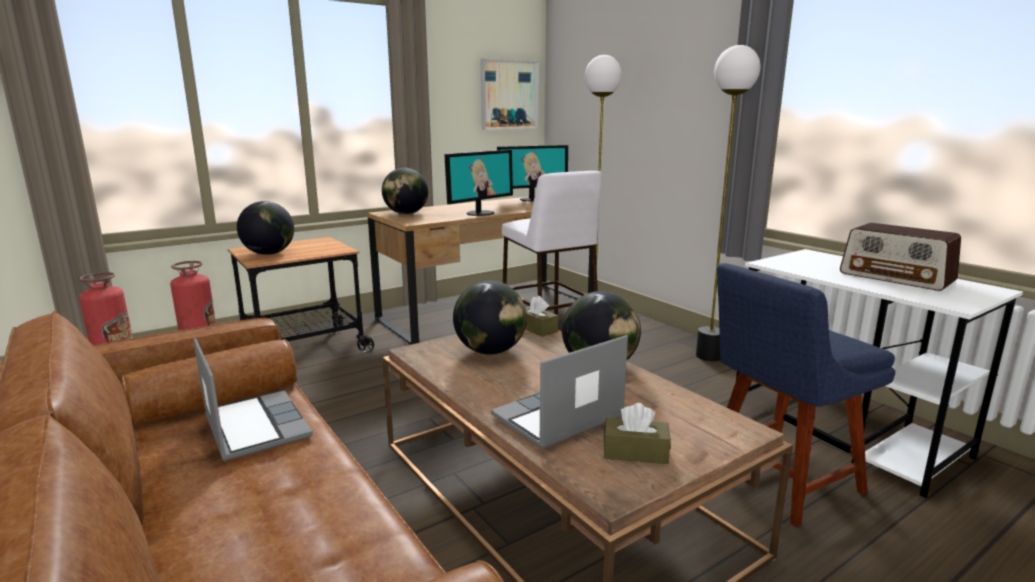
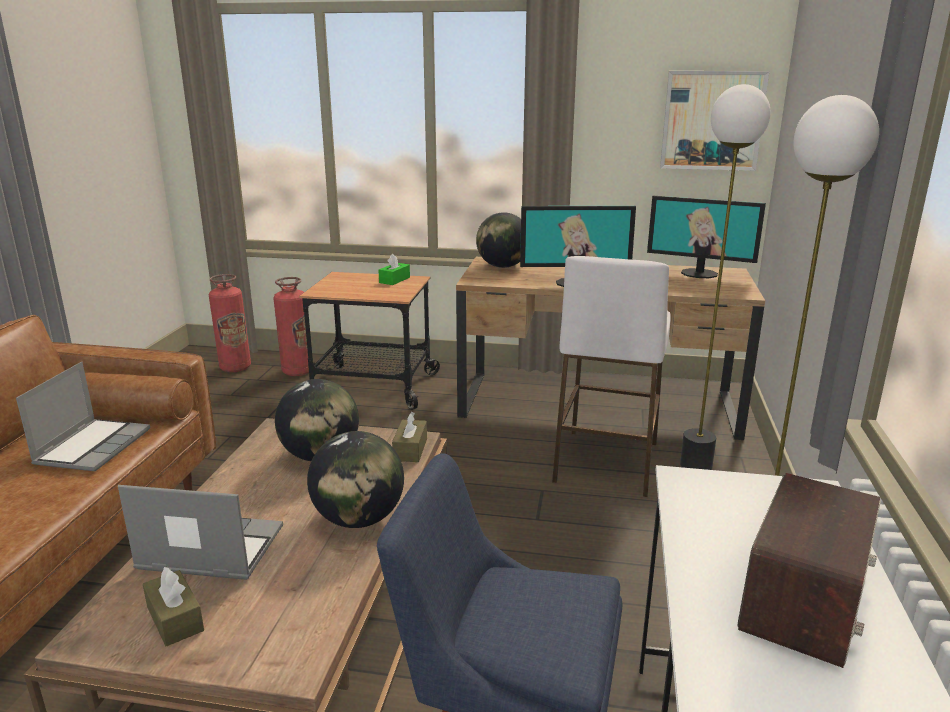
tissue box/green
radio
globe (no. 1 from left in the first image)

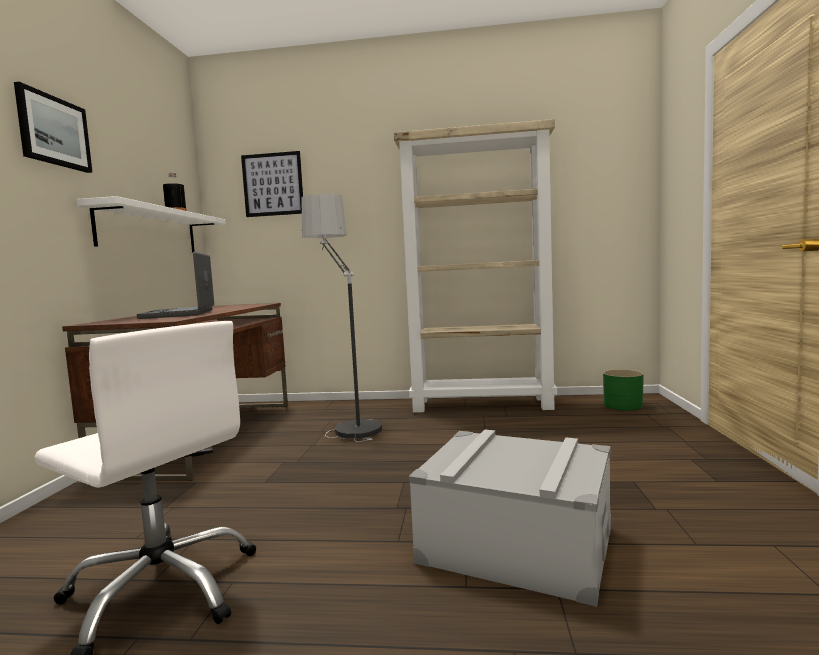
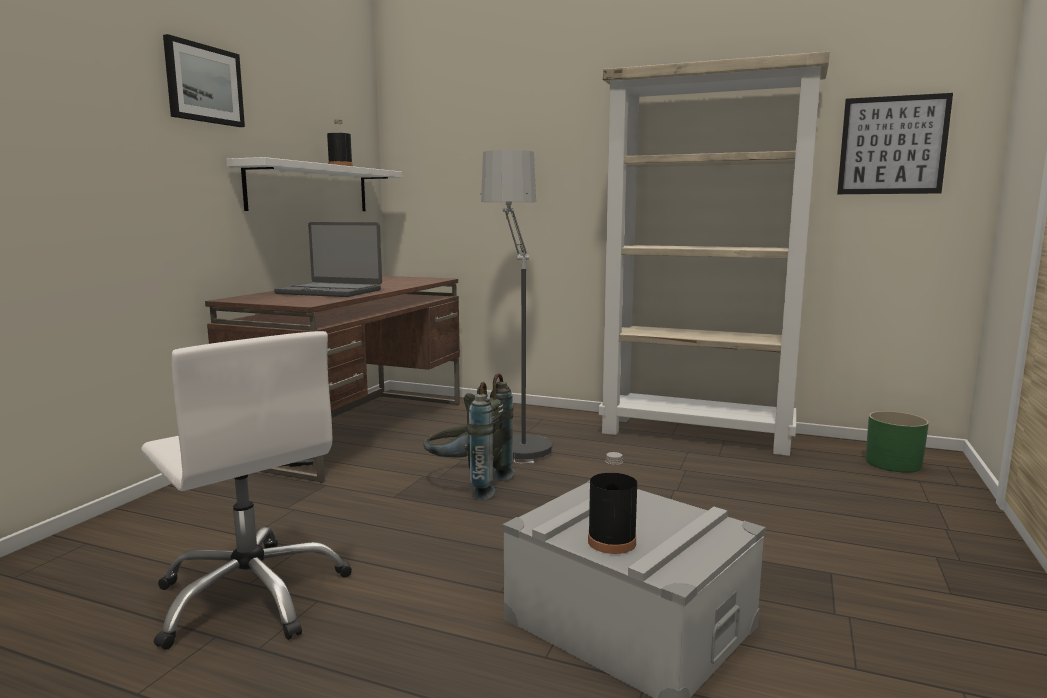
laptop
backpack/grey
bottle/black (no. 2 from left)
picture (no. 2 from left)

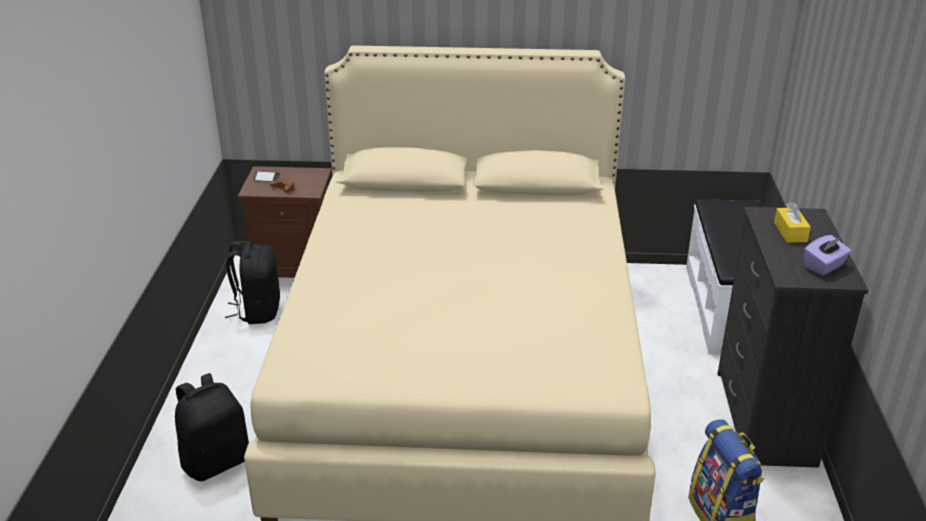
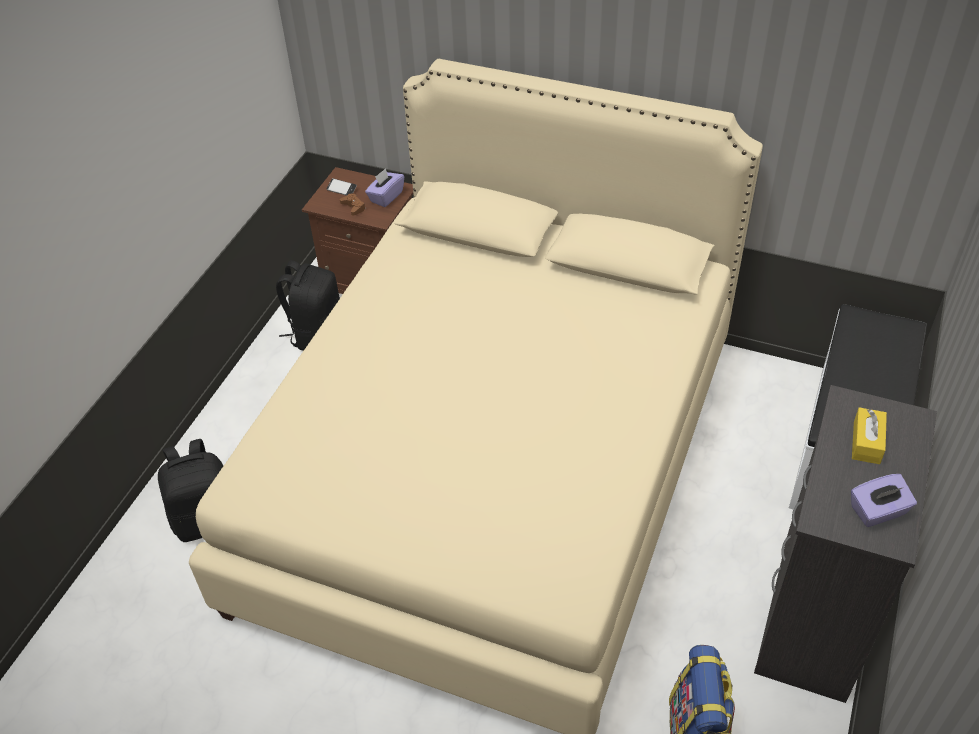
tissue box/purple (no. 1 from left)

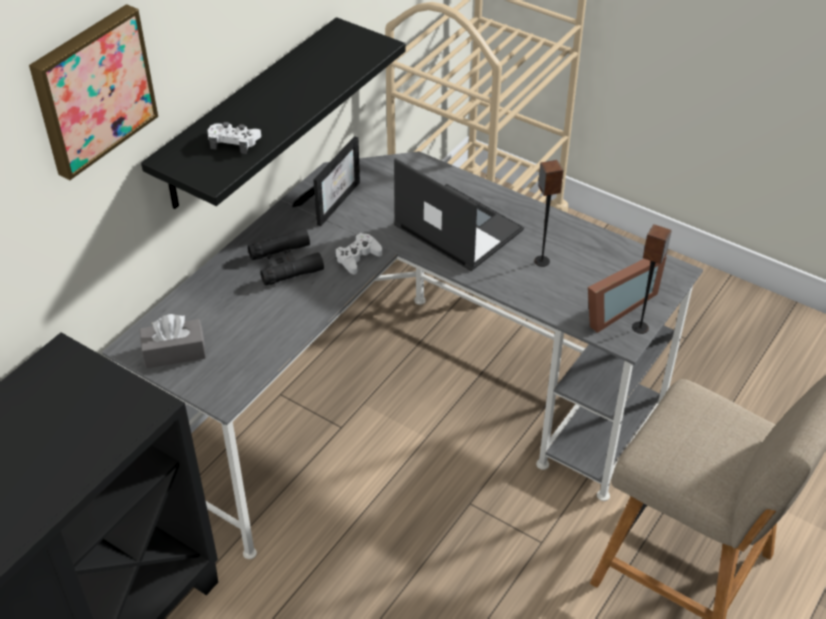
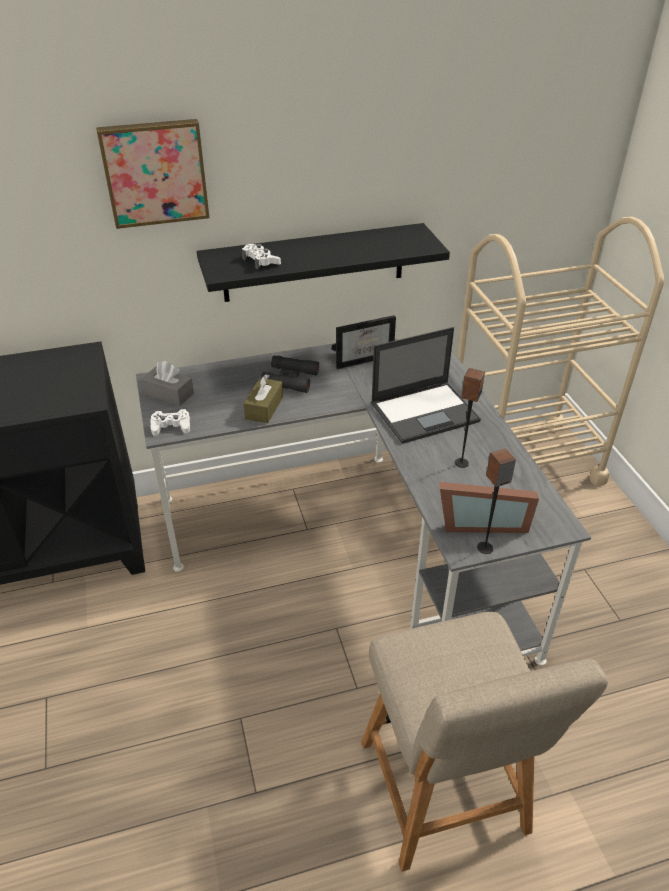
game controller/white (no. 1 from left)
tissue box/brown
laptop

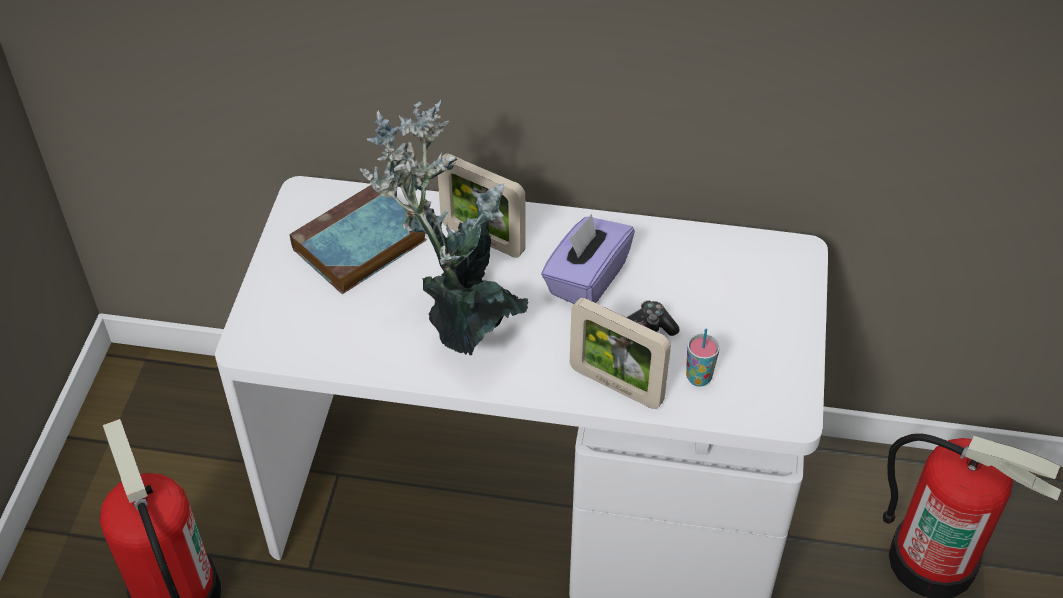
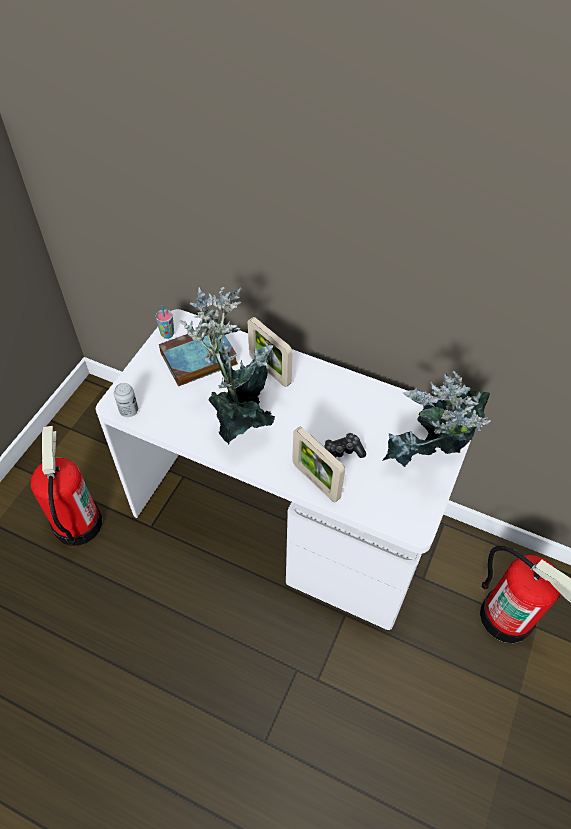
can
cup
potted plant (no. 2 from left)
tissue box/purple

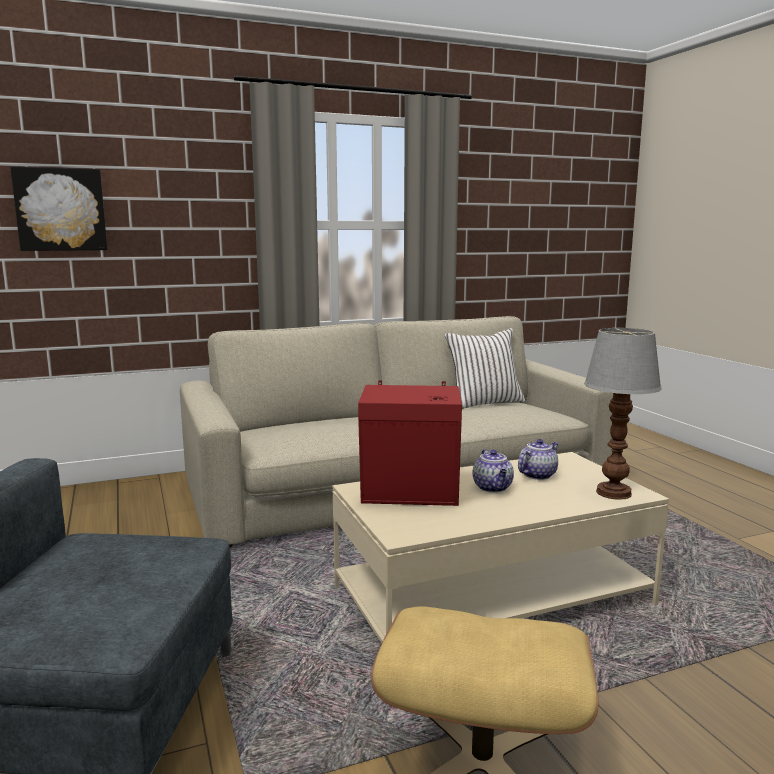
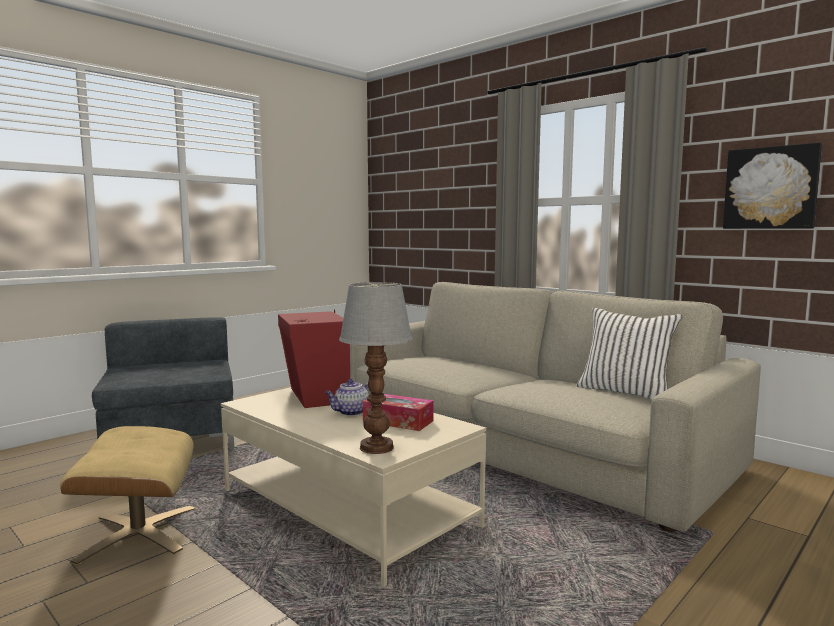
tissue box
picture

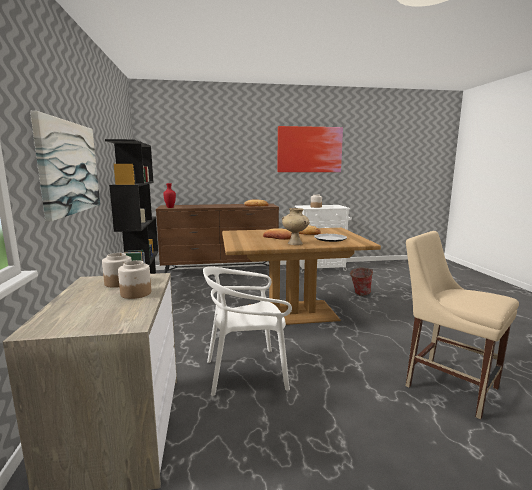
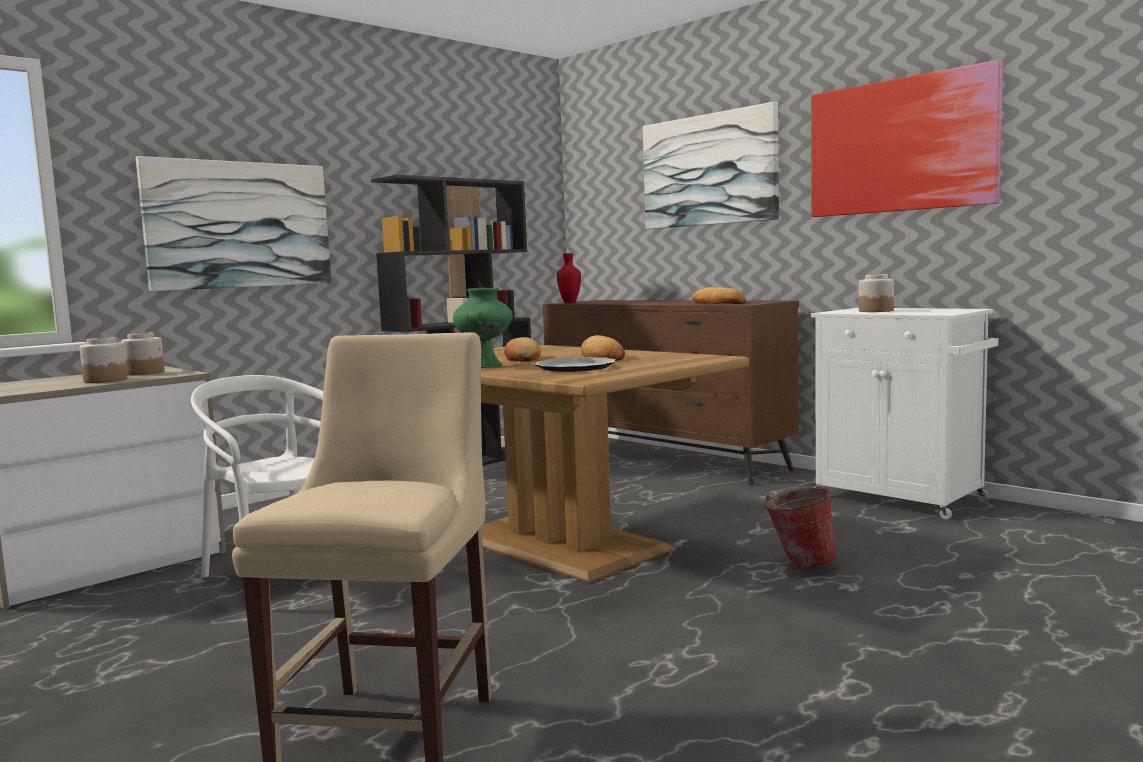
vase/green
picture (no. 2 from left)

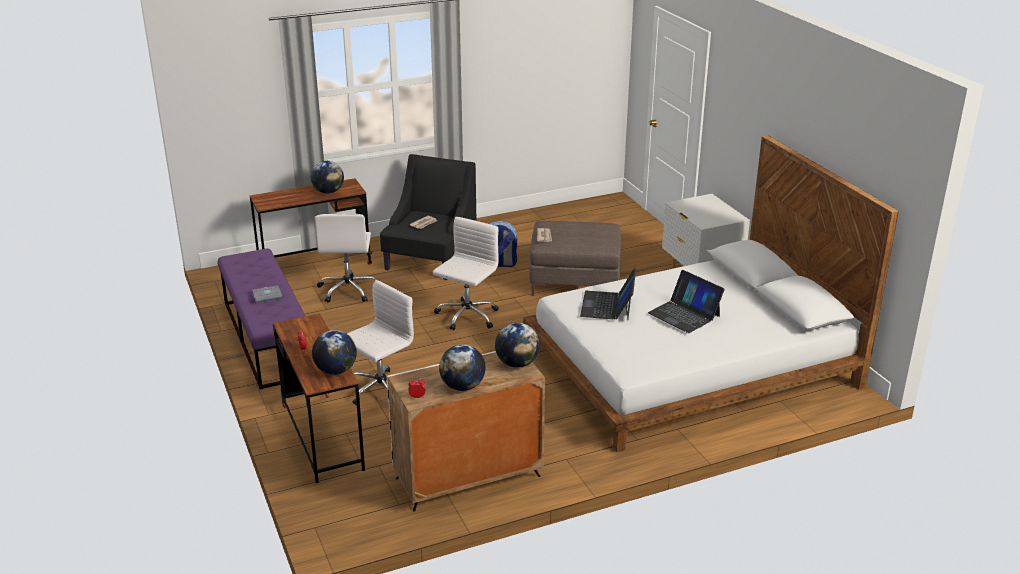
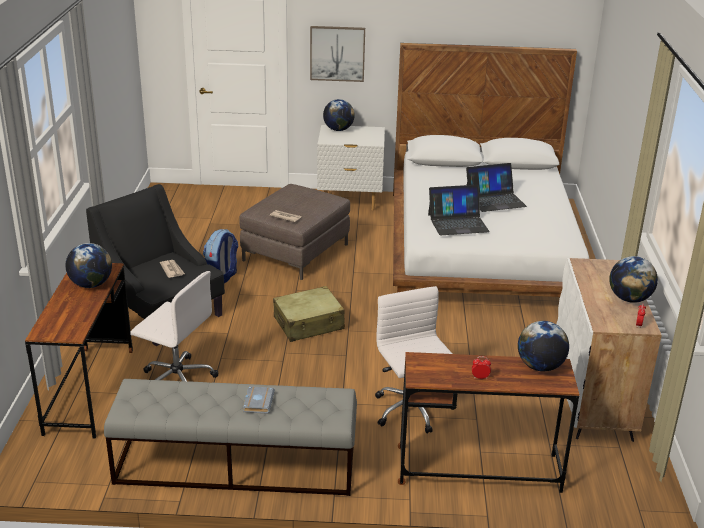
bench/grey
suitcase/beige
picture
globe (no. 2 from left)
laptop (no. 1 from left)

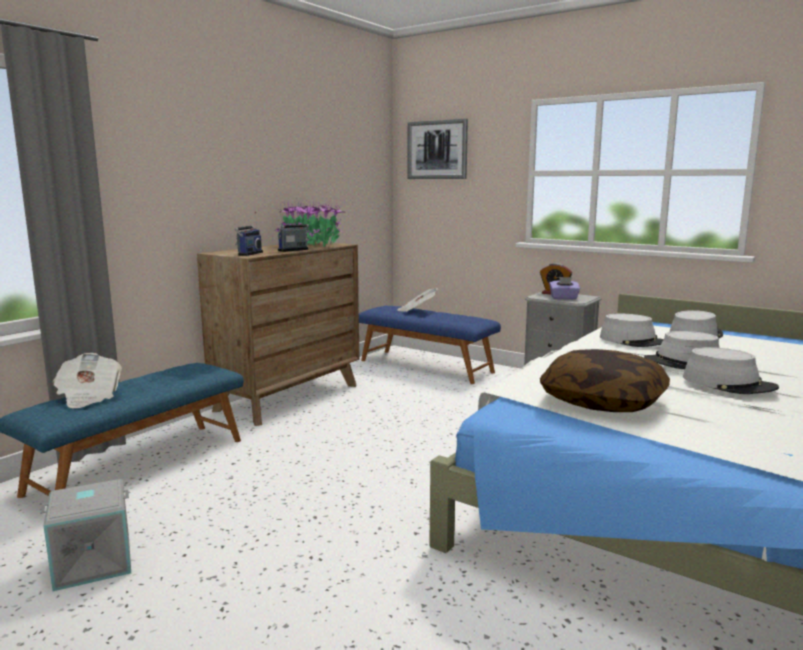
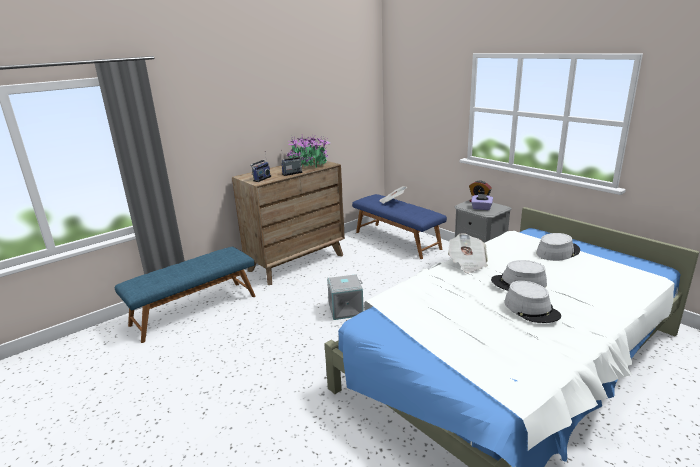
storage box/grey
newspaper (no. 2 from left)
picture
pillow
hat/grey (no. 1 from left in the first image)

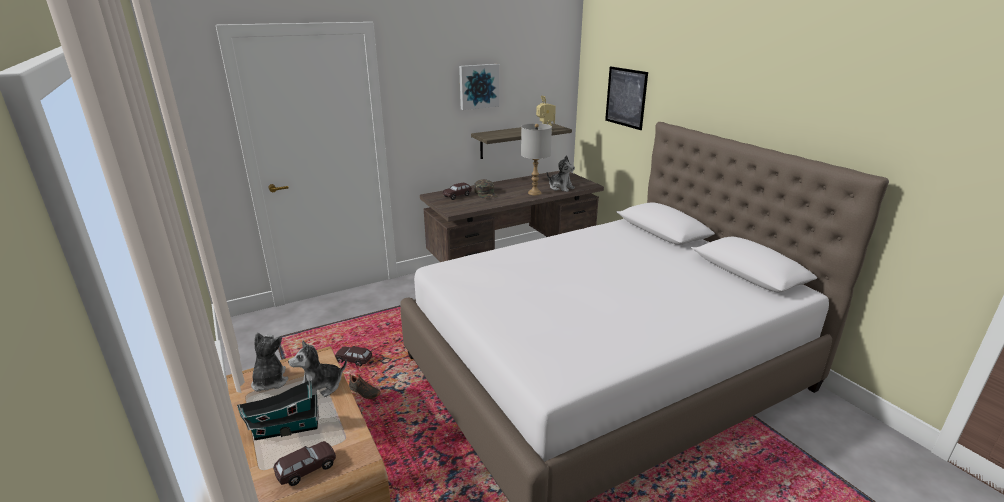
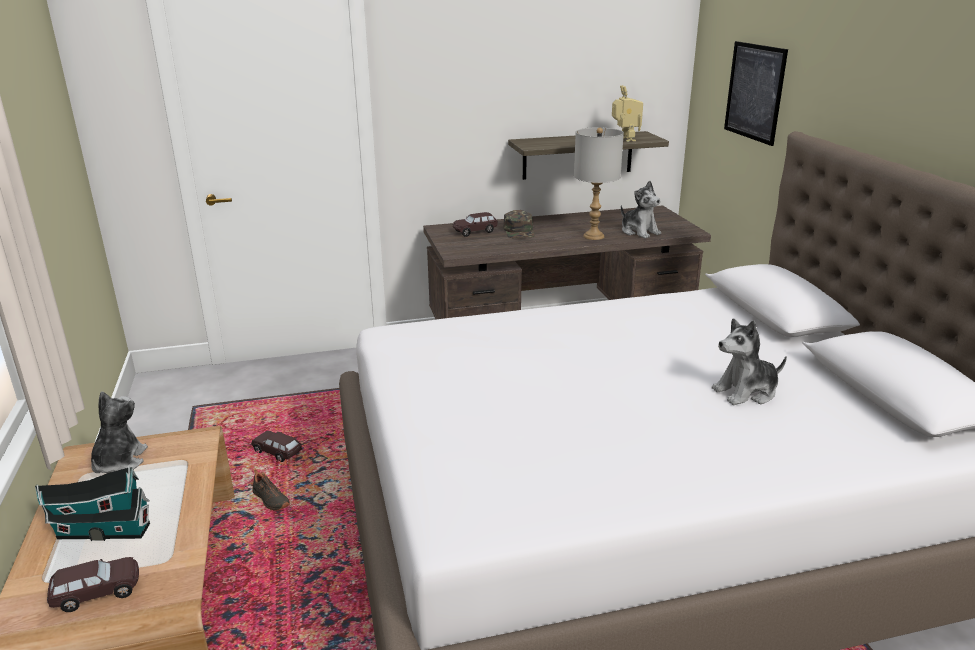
plush toy (no. 3 from left)
picture (no. 1 from left in the first image)

